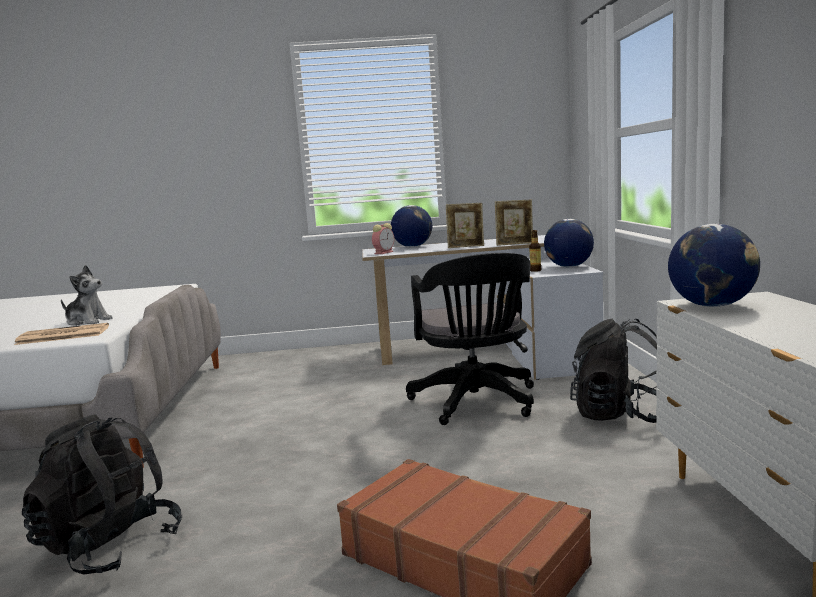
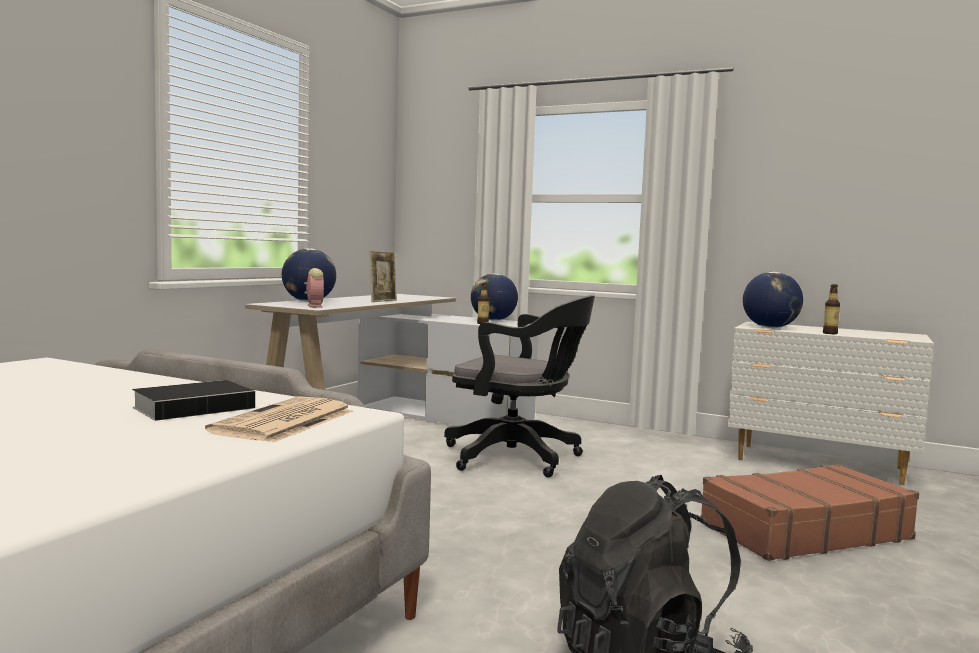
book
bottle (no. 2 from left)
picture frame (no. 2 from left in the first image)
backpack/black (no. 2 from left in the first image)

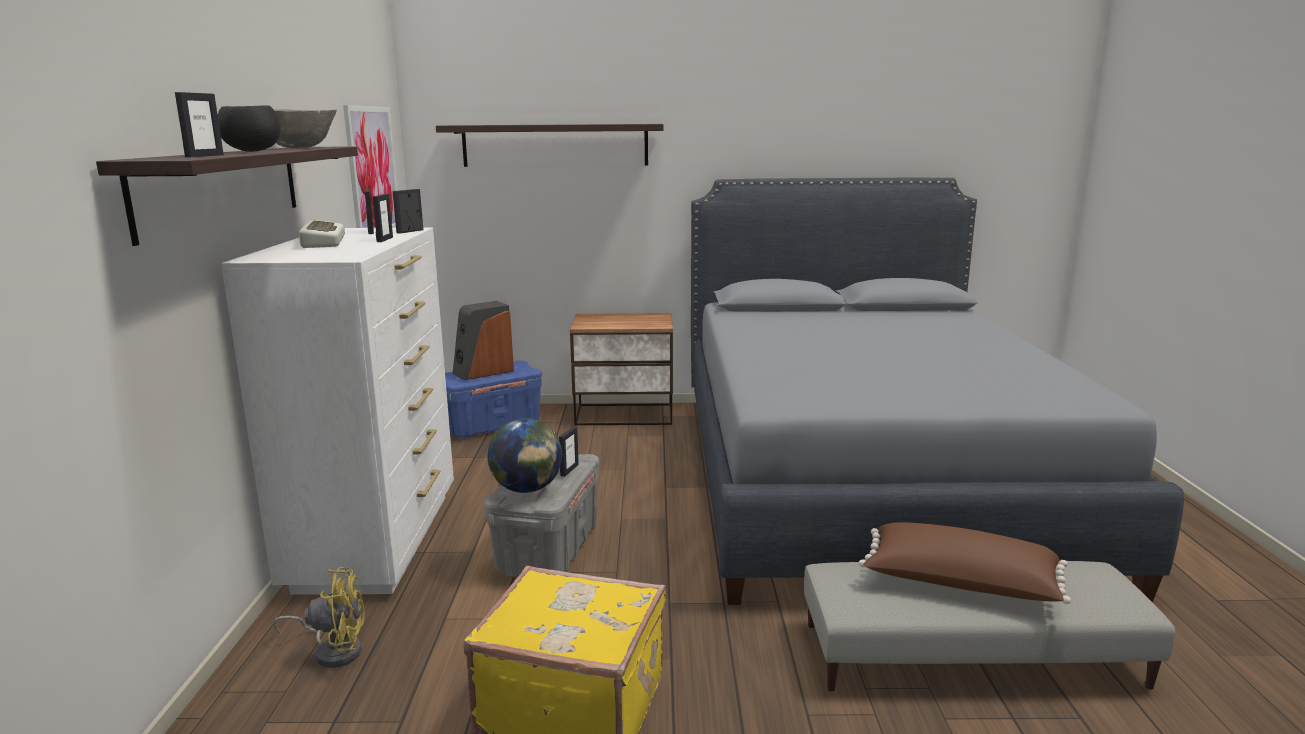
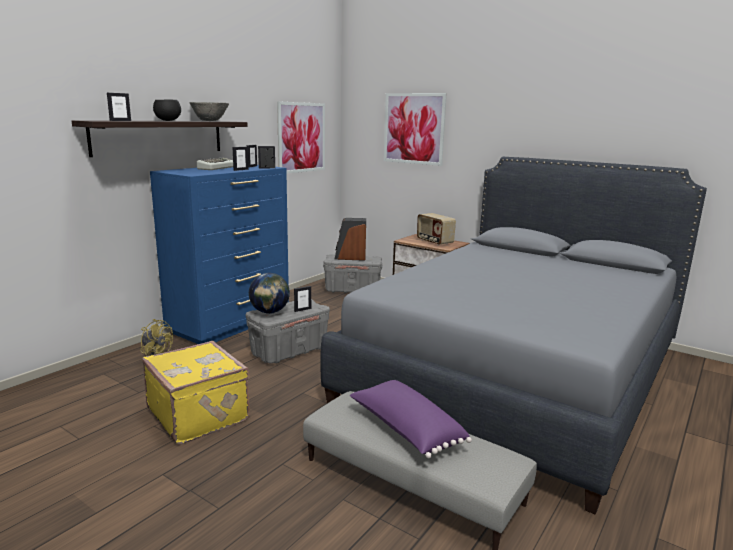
dresser/blue
storage box/grey (no. 2 from left)
pillow/purple
picture (no. 2 from left)
radio

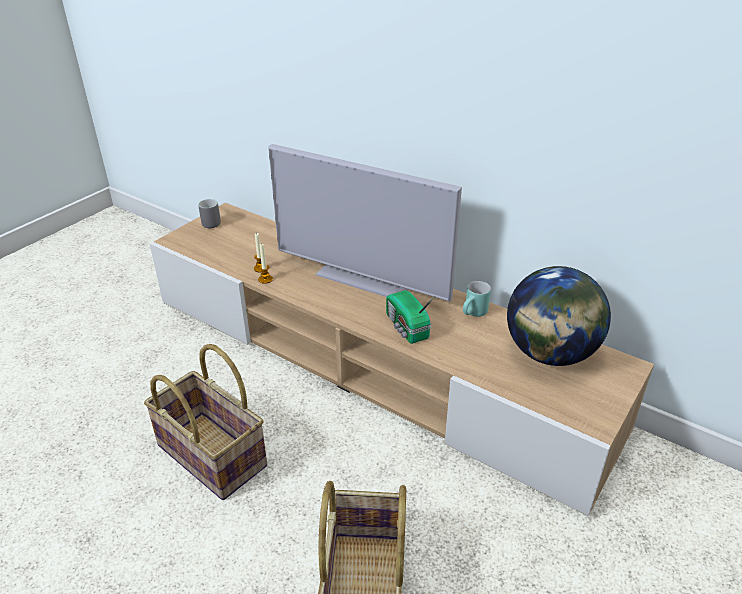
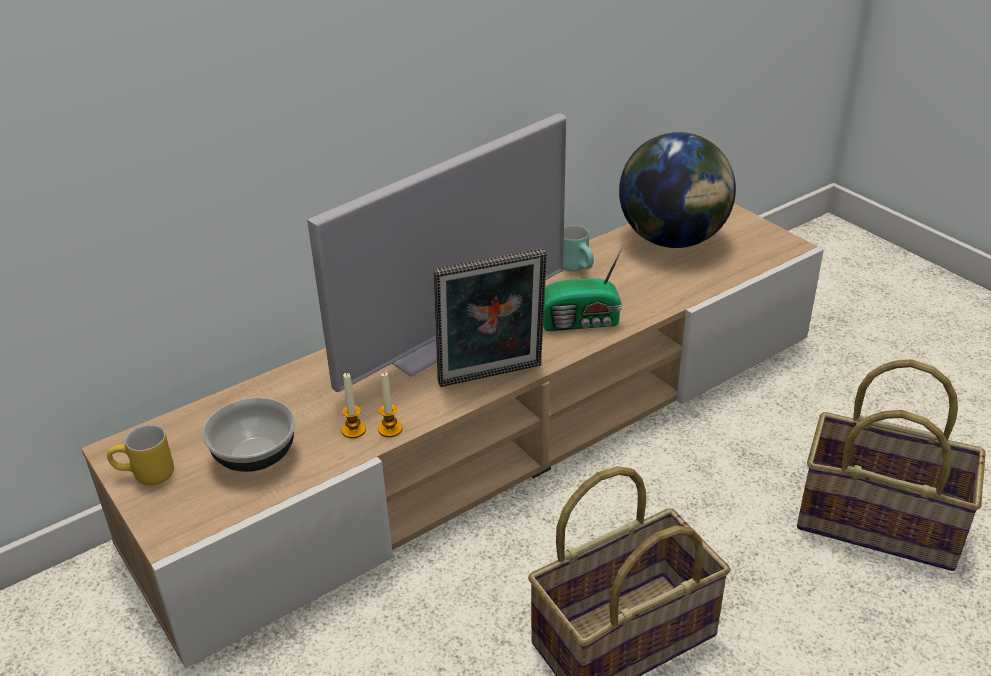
mug/yellow
bowl
picture frame

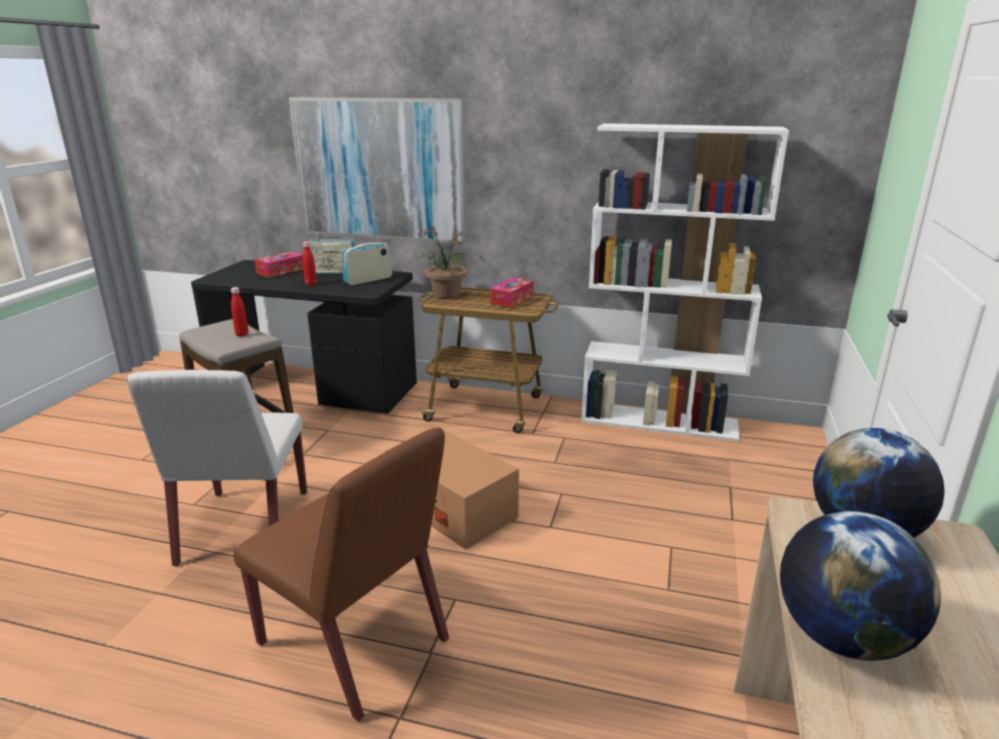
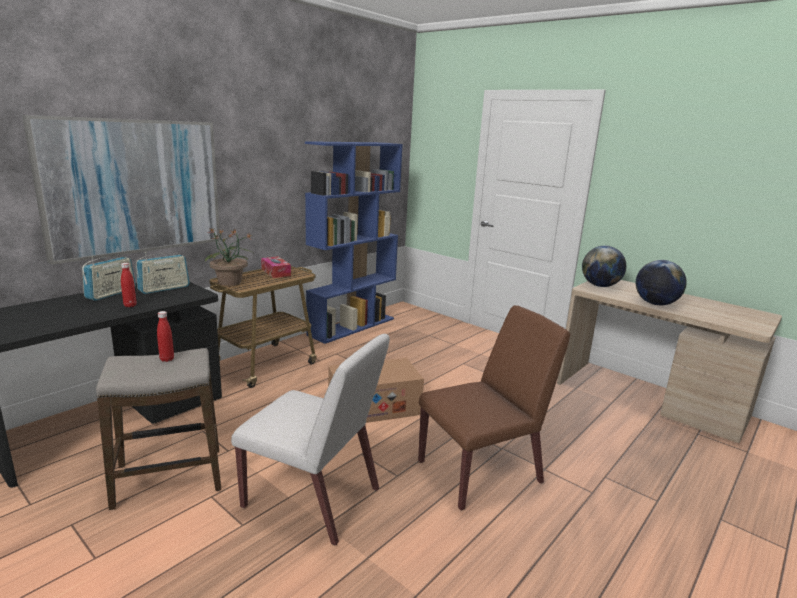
radio (no. 2 from left)
bookcase/blue
tissue box (no. 1 from left in the first image)

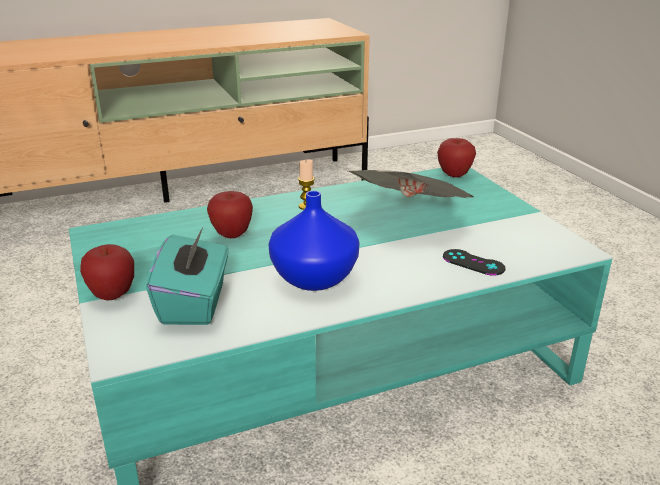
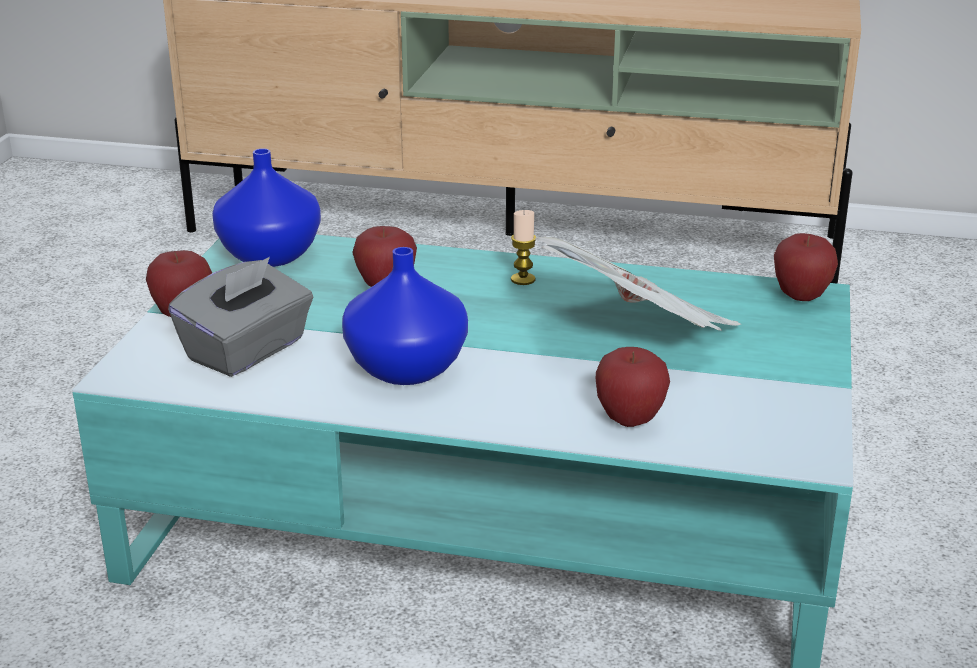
tissue box/grey
vase/blue (no. 1 from left)
apple (no. 3 from left)

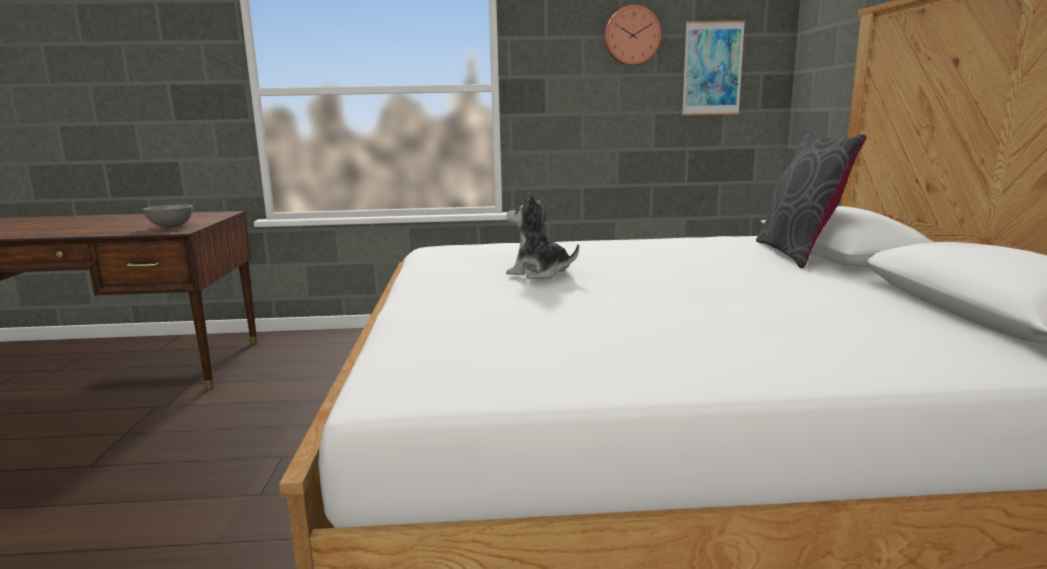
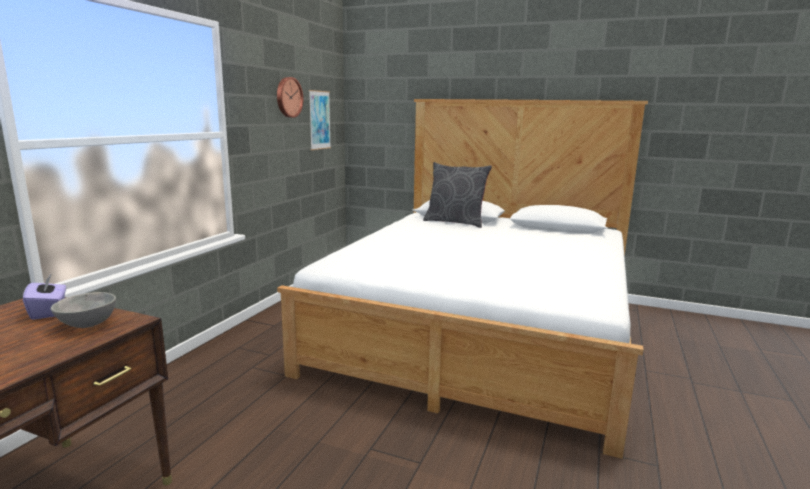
tissue box/purple
plush toy

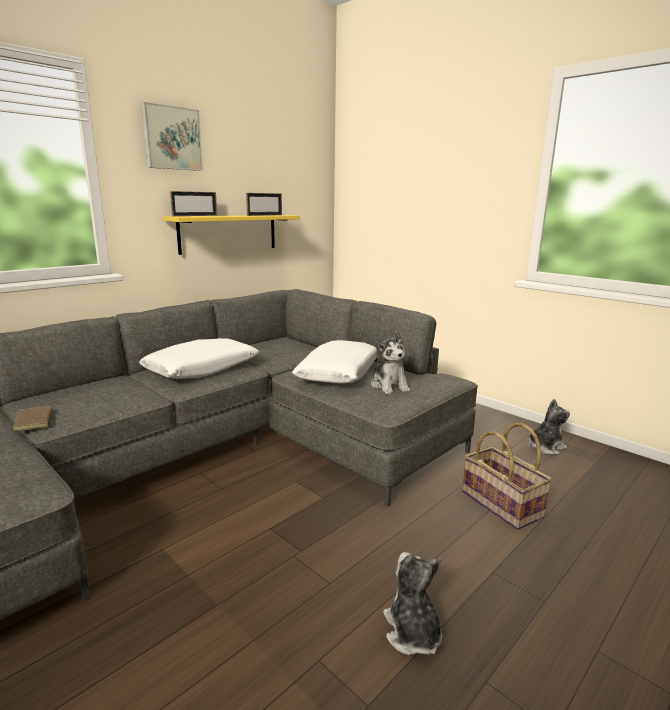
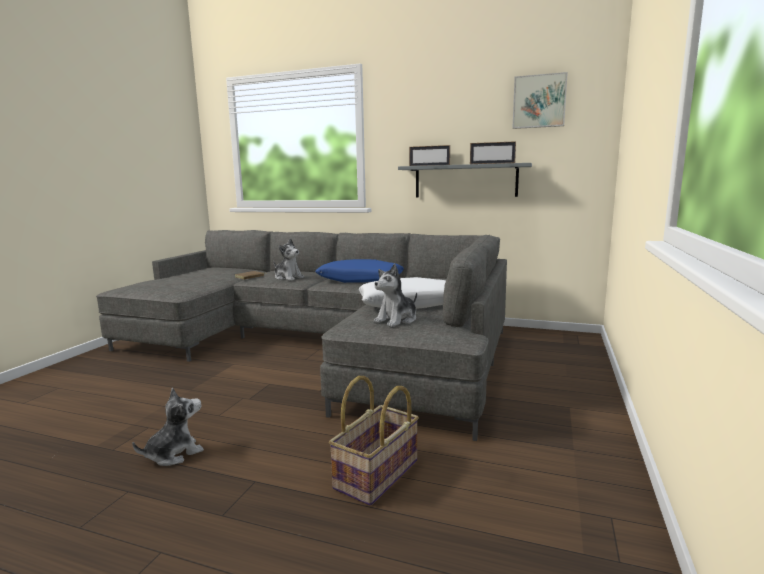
plush toy (no. 2 from left)
pillow/blue
shelf/grey
picture

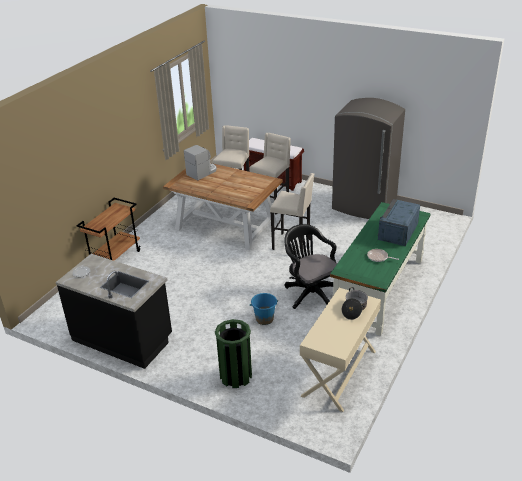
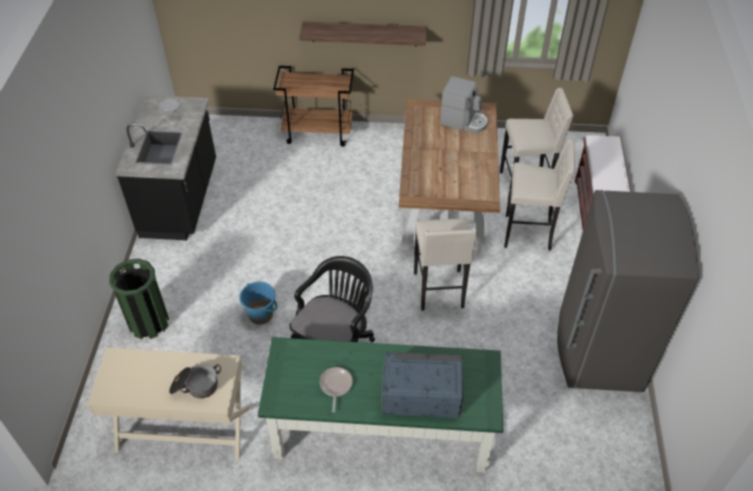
shelf

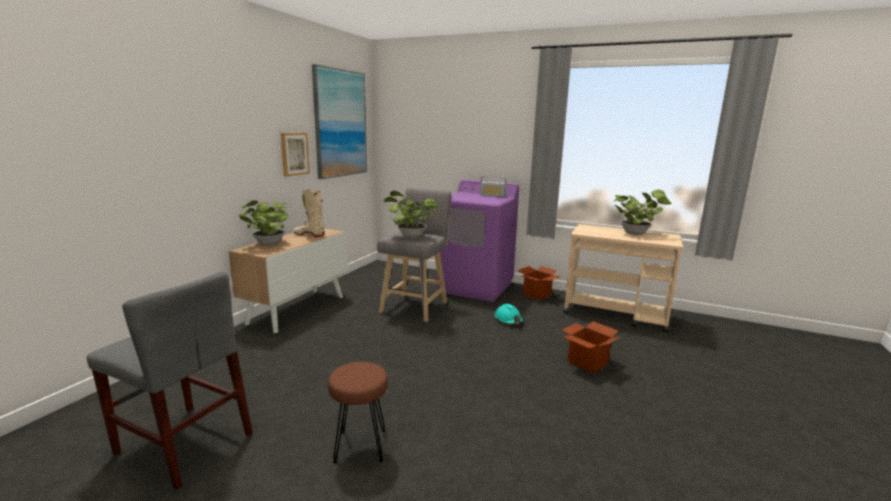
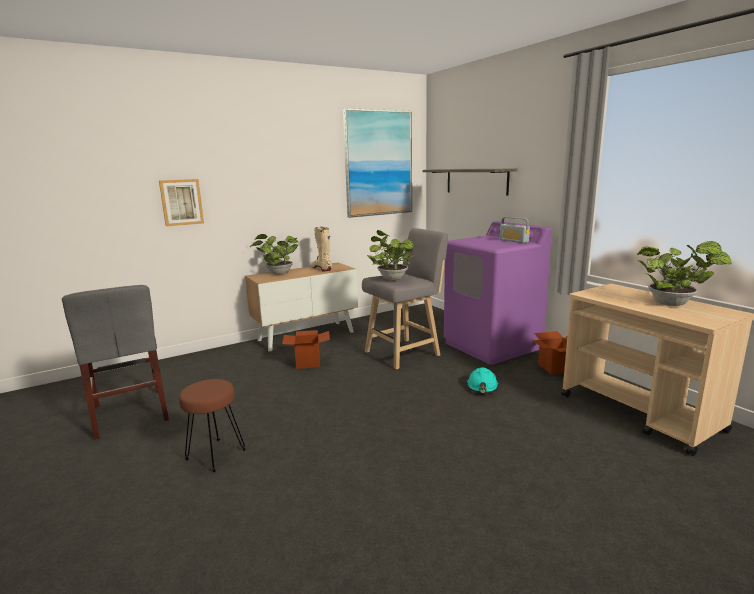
picture (no. 1 from left)
cardboard box (no. 1 from left)
shelf

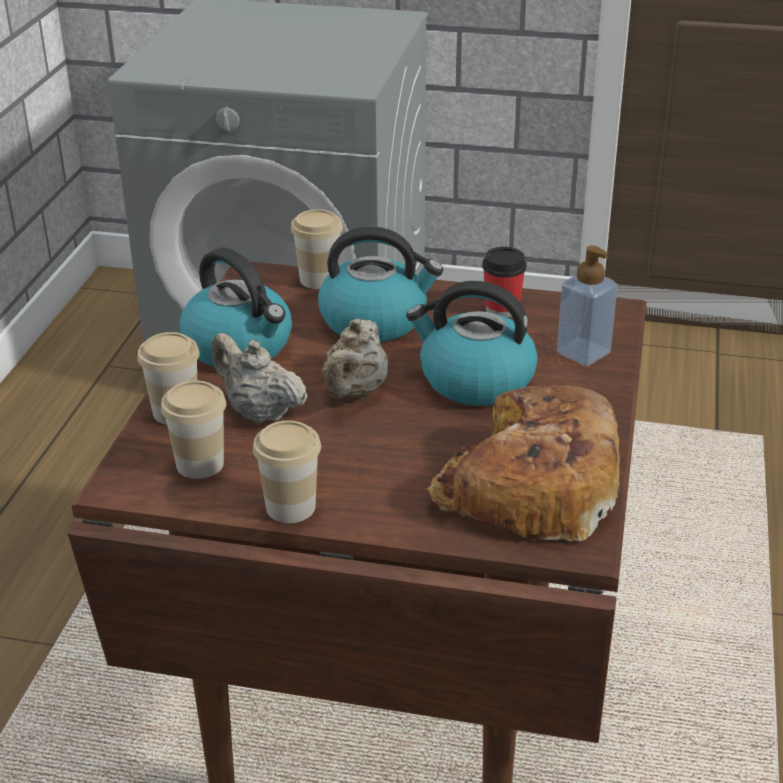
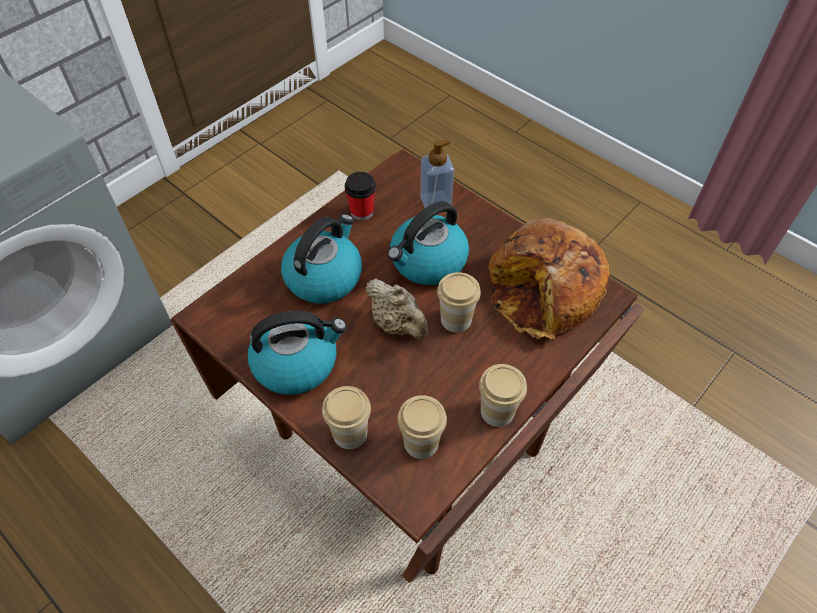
cup (no. 4 from left)
teapot/beige (no. 1 from left in the first image)

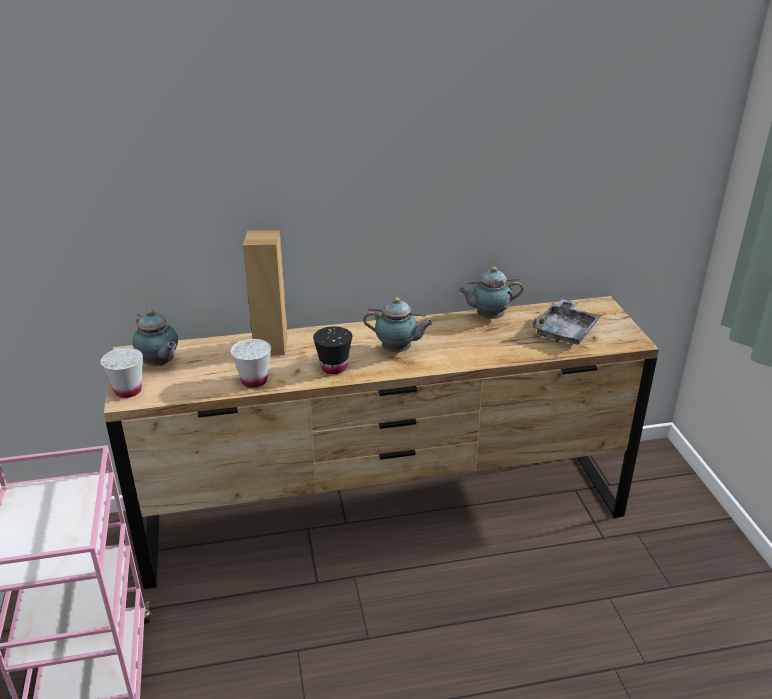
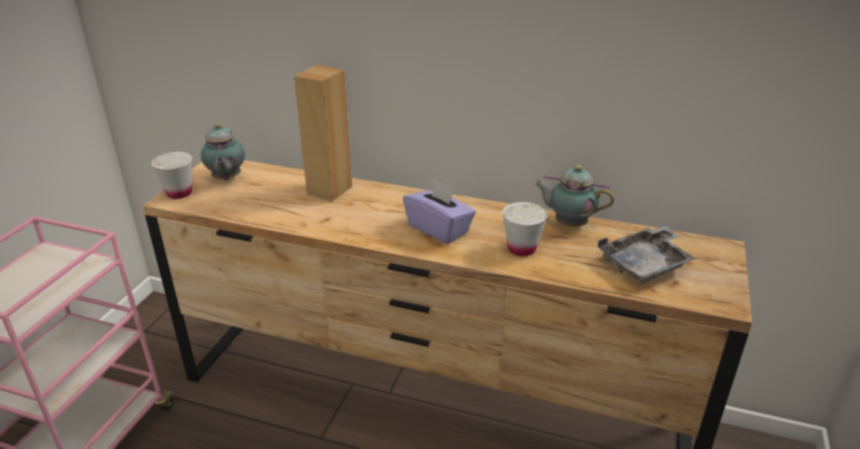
tissue box/purple
cup/white (no. 2 from left)
cup/black

